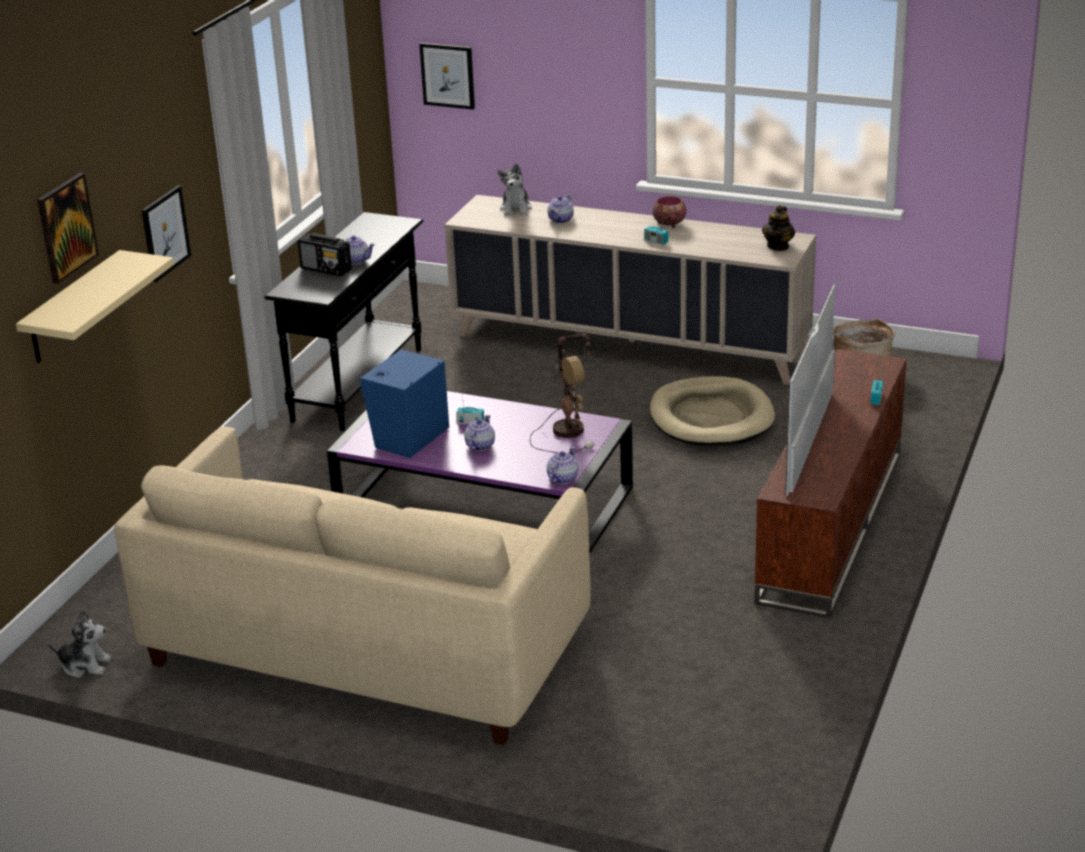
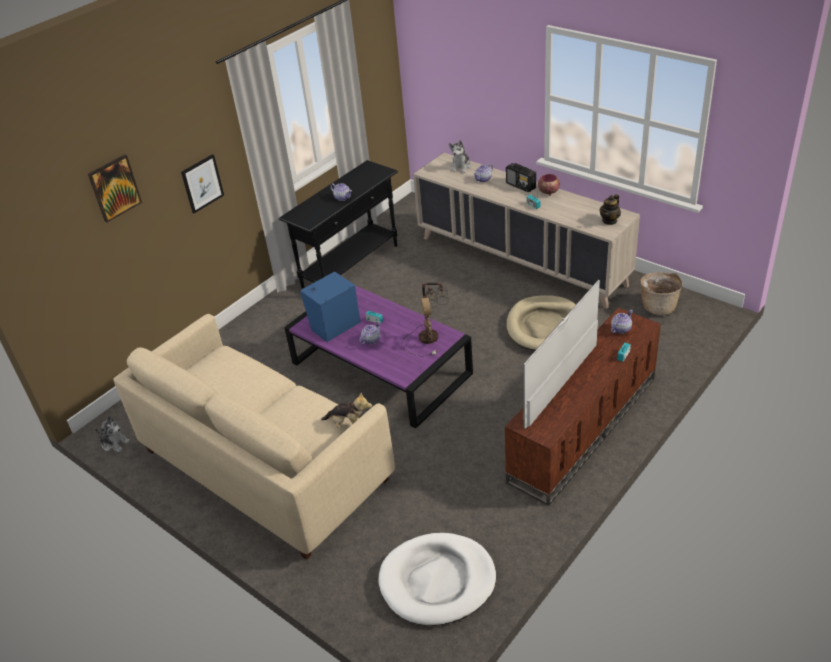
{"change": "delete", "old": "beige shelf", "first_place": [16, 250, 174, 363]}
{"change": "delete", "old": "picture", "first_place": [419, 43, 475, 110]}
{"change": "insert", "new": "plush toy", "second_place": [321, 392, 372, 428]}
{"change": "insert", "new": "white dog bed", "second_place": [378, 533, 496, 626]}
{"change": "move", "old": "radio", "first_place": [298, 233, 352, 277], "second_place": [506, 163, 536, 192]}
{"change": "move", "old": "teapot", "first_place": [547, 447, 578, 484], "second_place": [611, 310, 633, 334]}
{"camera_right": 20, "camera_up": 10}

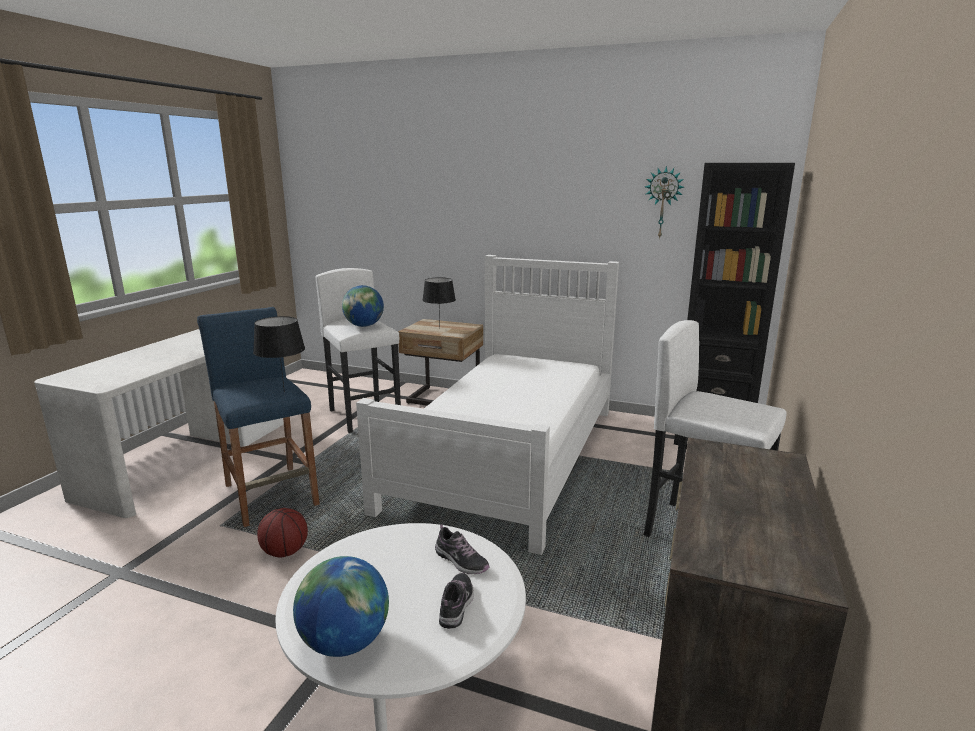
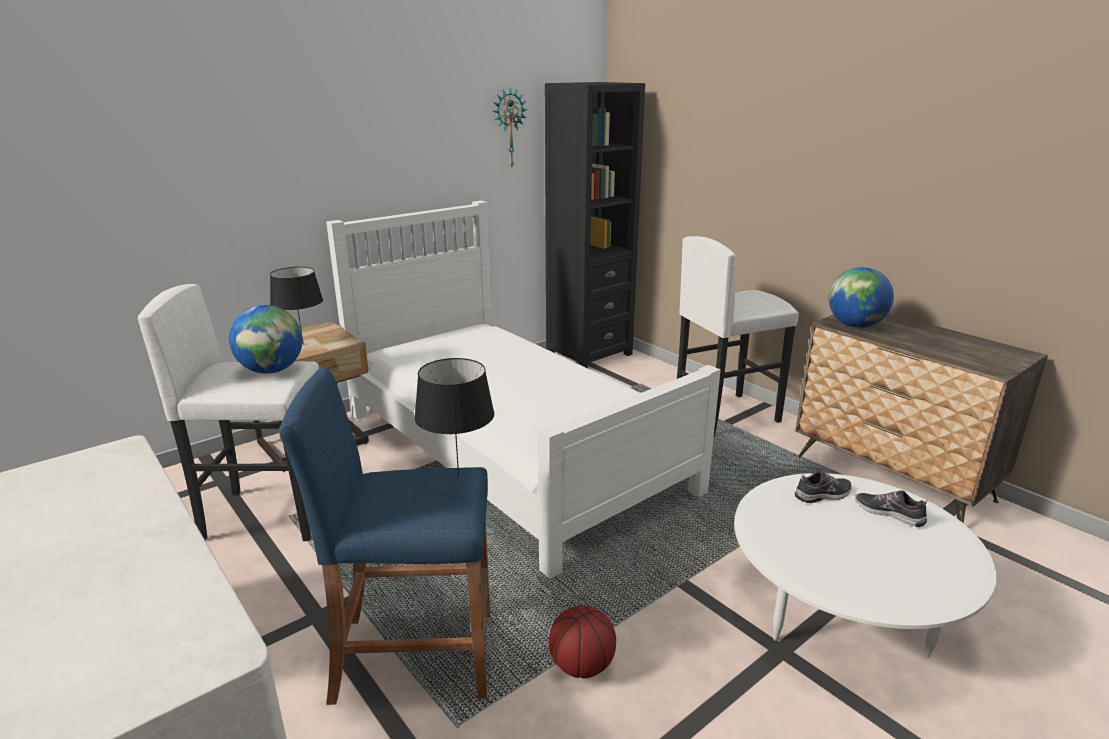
{"change": "move", "old": "globe", "first_place": [293, 556, 389, 657], "second_place": [829, 267, 894, 328]}
{"camera_right": -60, "camera_up": 5}

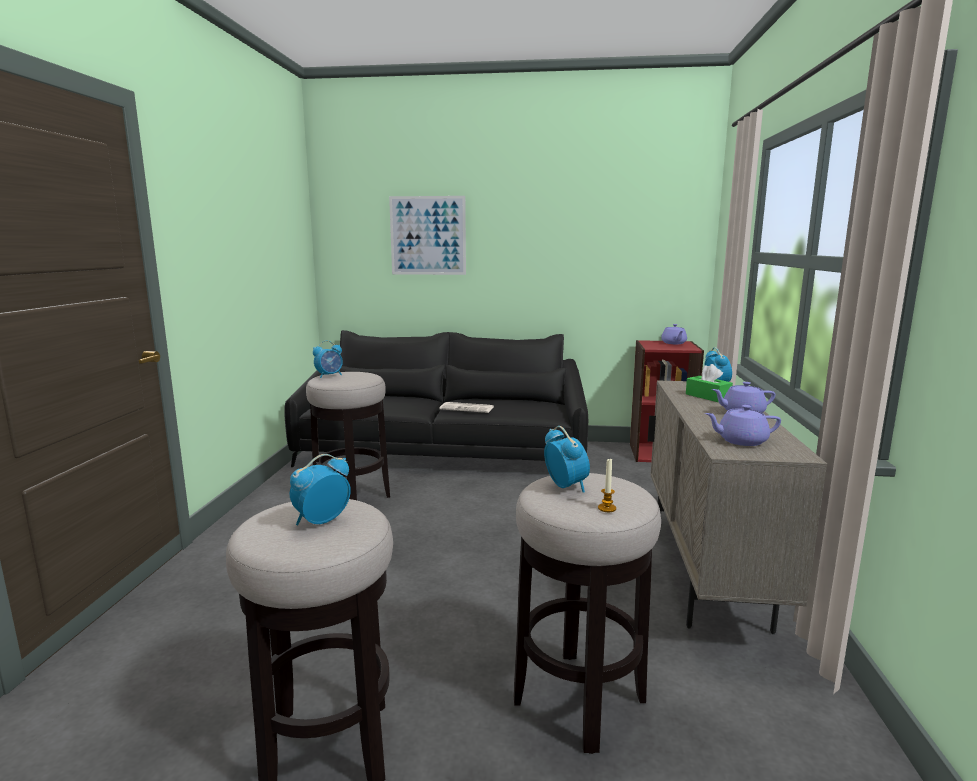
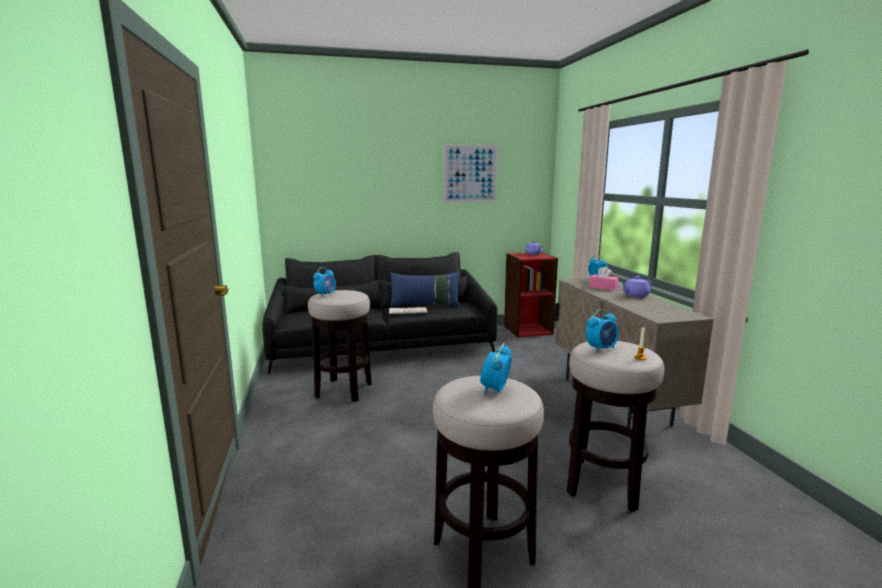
{"change": "delete", "old": "purple teapot", "first_place": [705, 405, 781, 446]}
{"change": "insert", "new": "blue pillow", "second_place": [390, 272, 460, 307]}
{"change": "move", "old": "picture", "first_place": [389, 196, 466, 275], "second_place": [443, 144, 498, 203]}
{"change": "recolor", "old": "green tissue box", "new": "pink tissue box", "first_place": [686, 364, 733, 402], "second_place": [589, 266, 618, 290]}
{"change": "rotate", "old": "alarm clock", "first_place": [544, 426, 590, 493], "second_place": [586, 309, 619, 353], "degrees": 105}
{"camera_right": -20, "camera_up": 0}

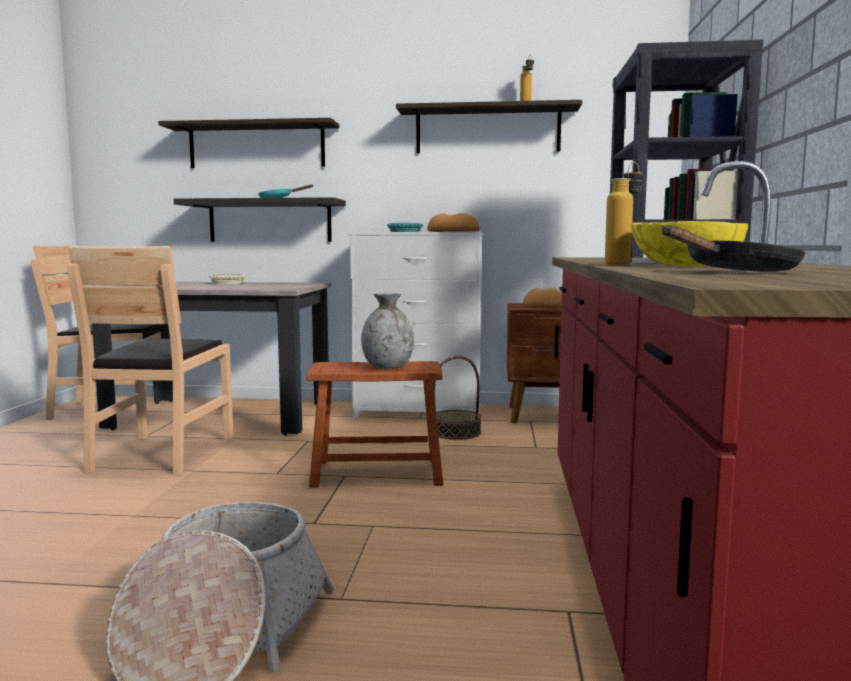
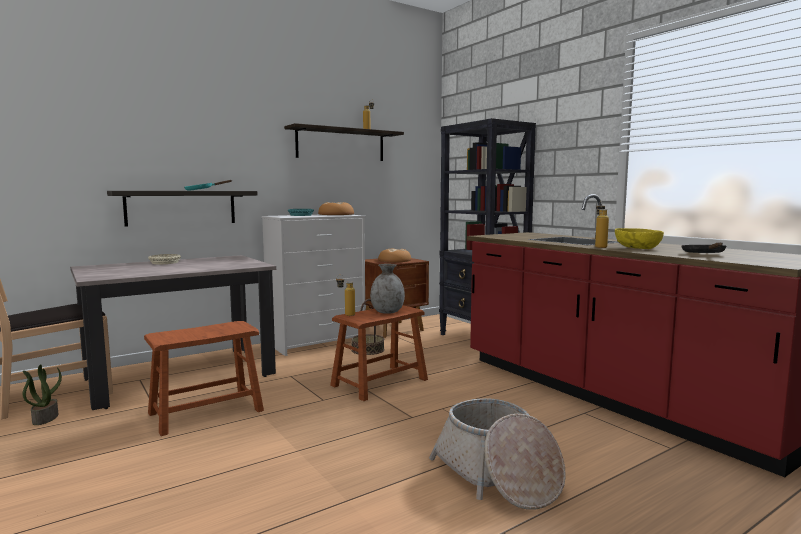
{"change": "delete", "old": "shelf", "first_place": [158, 118, 339, 168]}
{"change": "insert", "new": "potted plant", "second_place": [23, 364, 62, 425]}
{"change": "insert", "new": "bottle", "second_place": [336, 275, 355, 316]}
{"change": "replace", "old": "brown chair", "new": "brown stool", "first_place": [67, 246, 234, 475], "second_place": [144, 321, 264, 436]}
{"camera_right": -40, "camera_up": 0}

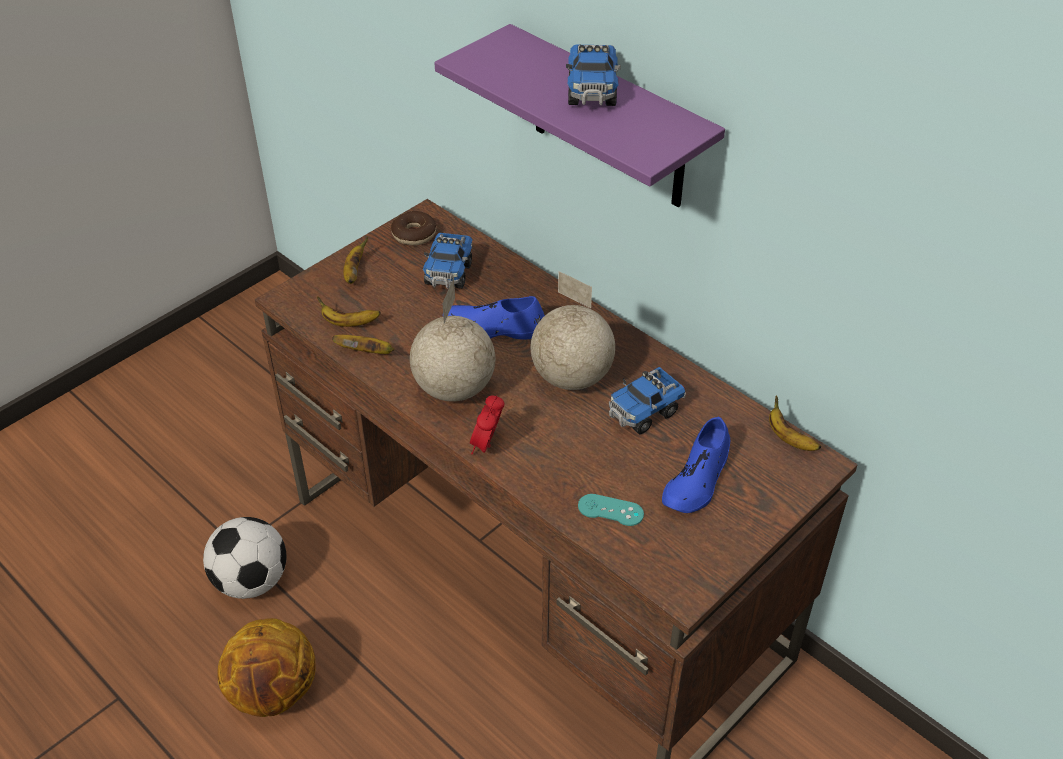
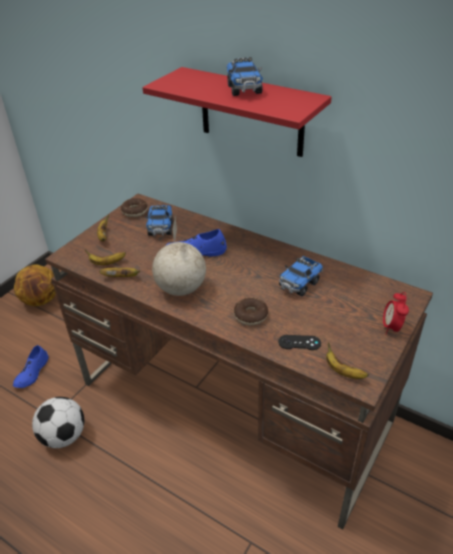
{"change": "delete", "old": "globe", "first_place": [531, 271, 615, 390]}
{"change": "insert", "new": "donut", "second_place": [234, 298, 268, 325]}
{"change": "move", "old": "basketball", "first_place": [217, 618, 316, 717], "second_place": [14, 264, 56, 306]}
{"change": "move", "old": "alarm clock", "first_place": [470, 395, 504, 455], "second_place": [383, 292, 409, 335]}
{"change": "move", "old": "blue shoe", "first_place": [662, 417, 730, 513], "second_place": [13, 345, 48, 388]}
{"change": "move", "old": "banana", "first_place": [769, 396, 821, 451], "second_place": [326, 342, 369, 379]}
{"change": "recolor", "old": "purple shelf", "new": "red shelf", "first_place": [435, 24, 725, 207], "second_place": [142, 67, 332, 157]}
{"change": "recolor", "old": "turquoise game controller", "new": "black game controller", "first_place": [578, 494, 644, 526], "second_place": [278, 335, 321, 350]}
{"camera_right": -10, "camera_up": -5}

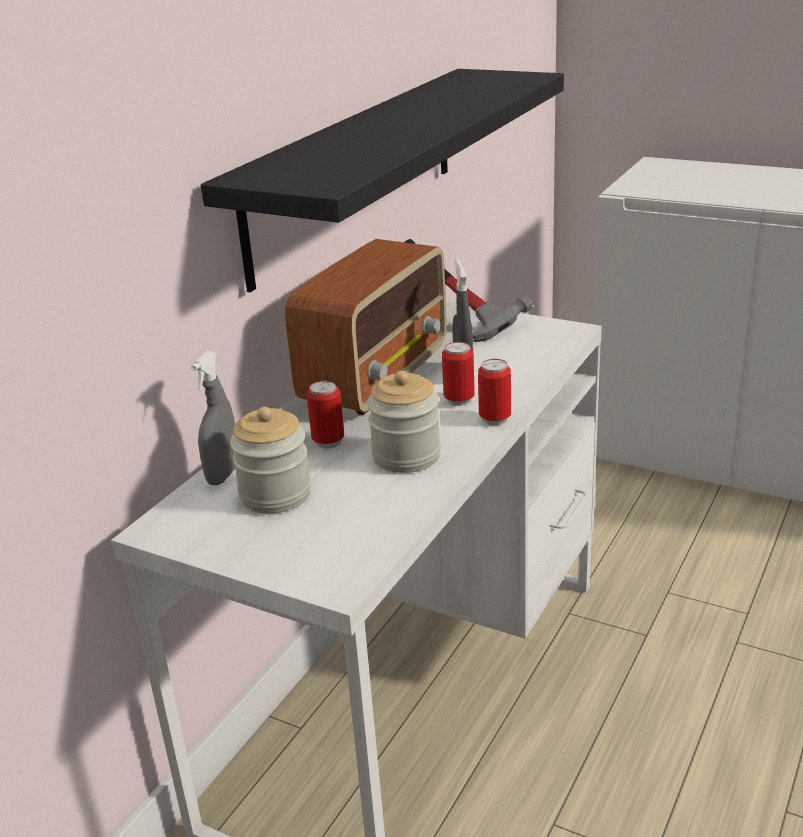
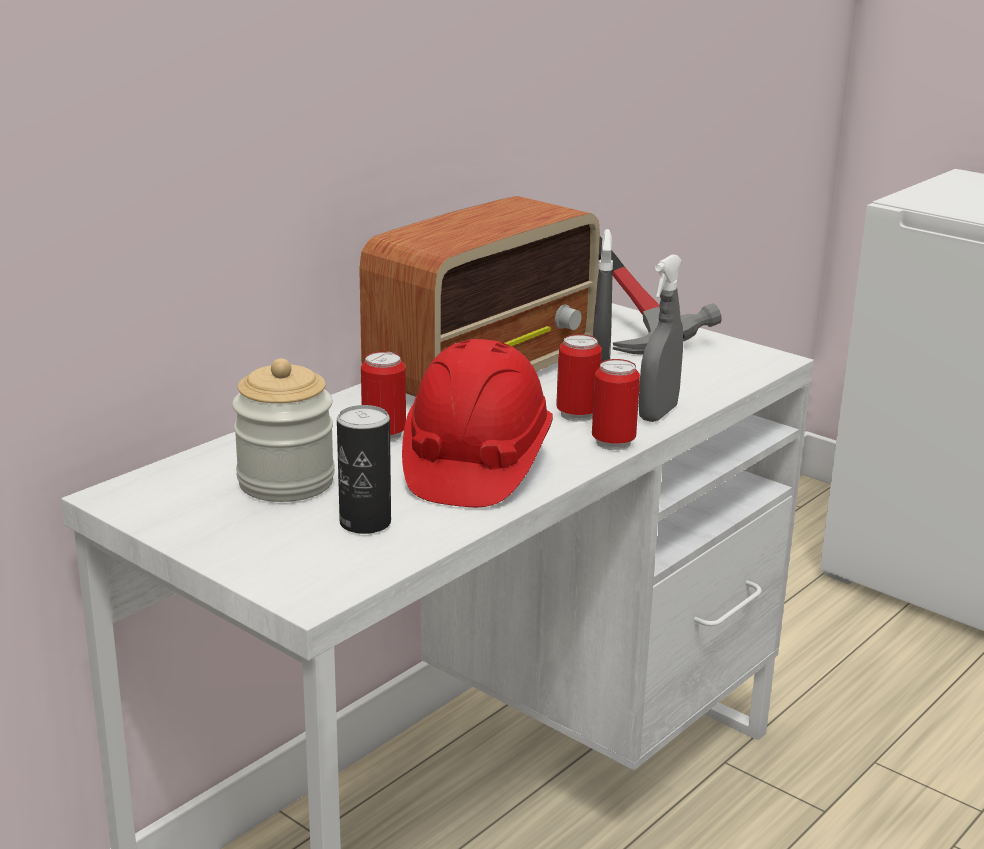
{"change": "delete", "old": "black shelf", "first_place": [201, 69, 564, 292]}
{"change": "insert", "new": "can", "second_place": [337, 405, 391, 534]}
{"change": "move", "old": "grey spray bottle", "first_place": [191, 351, 235, 485], "second_place": [639, 254, 683, 422]}
{"change": "replace", "old": "jar", "new": "red hard hat", "first_place": [367, 371, 441, 473], "second_place": [402, 339, 553, 507]}
{"camera_right": 10, "camera_up": -5}

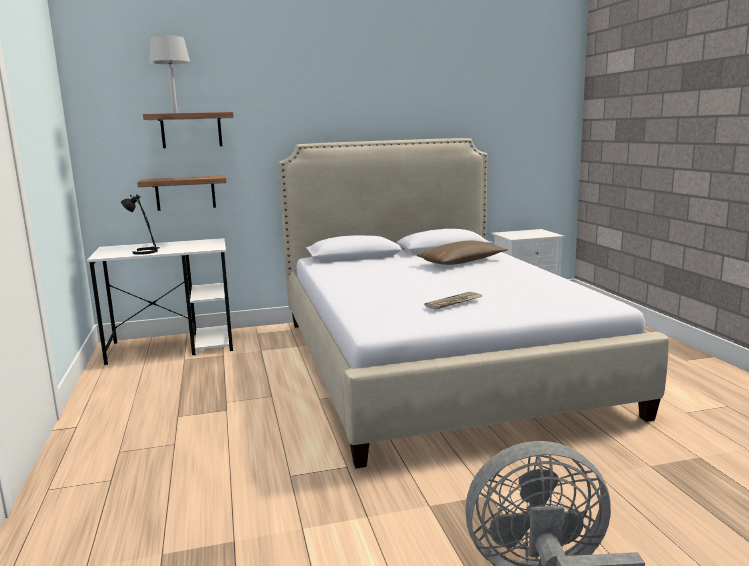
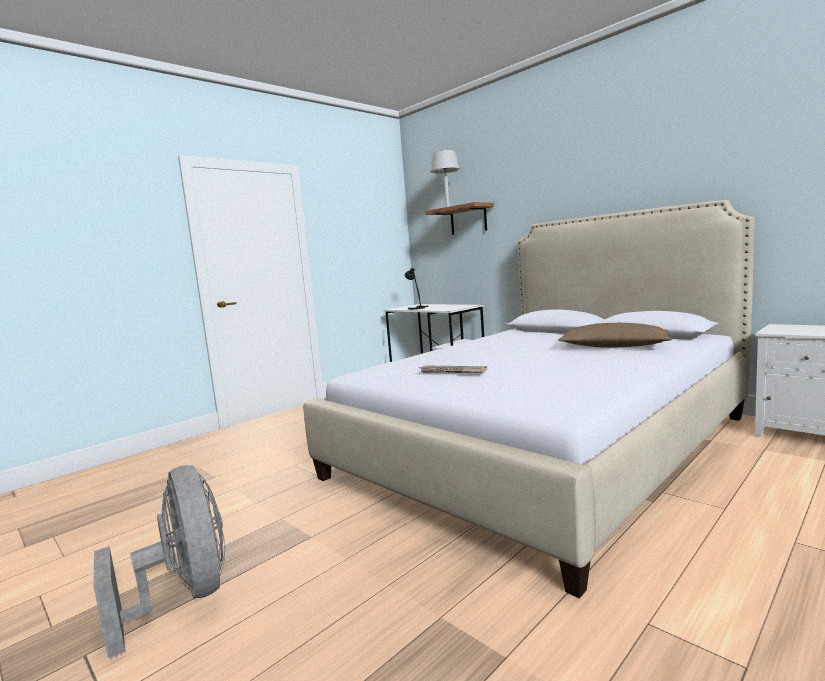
{"change": "delete", "old": "shelf", "first_place": [137, 175, 227, 211]}
{"camera_right": 60, "camera_up": -5}

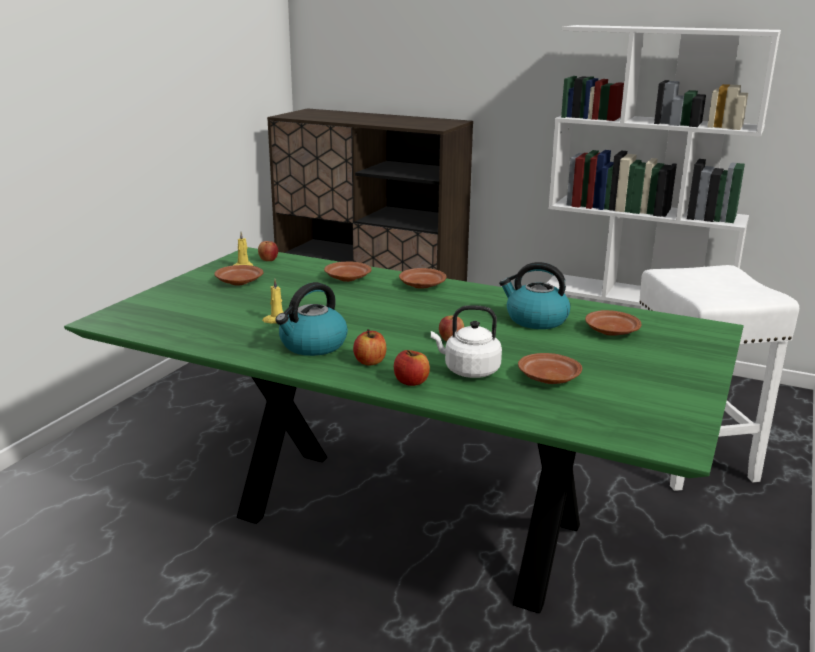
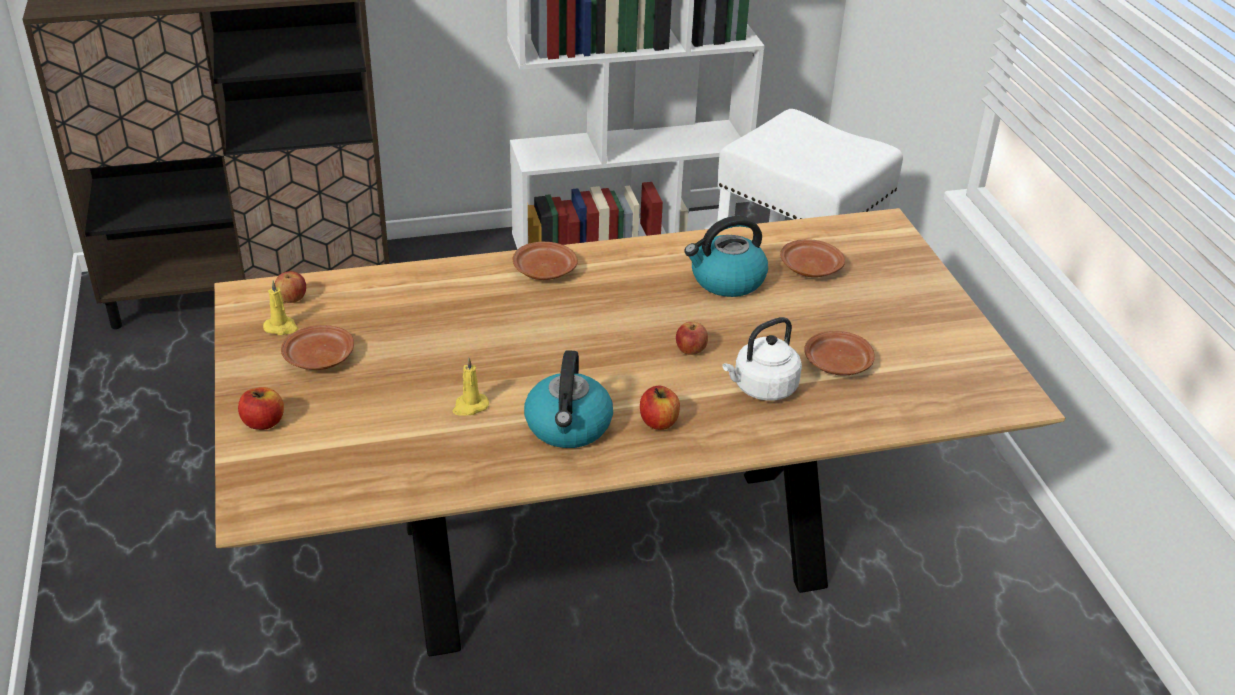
{"change": "delete", "old": "brown plate", "first_place": [324, 262, 372, 282]}
{"change": "move", "old": "apple", "first_place": [394, 350, 430, 386], "second_place": [238, 387, 284, 430]}
{"change": "recolor", "old": "green dining table", "new": "brown dining table", "first_place": [64, 247, 744, 613], "second_place": [214, 208, 1065, 656]}
{"camera_right": -40, "camera_up": 15}

